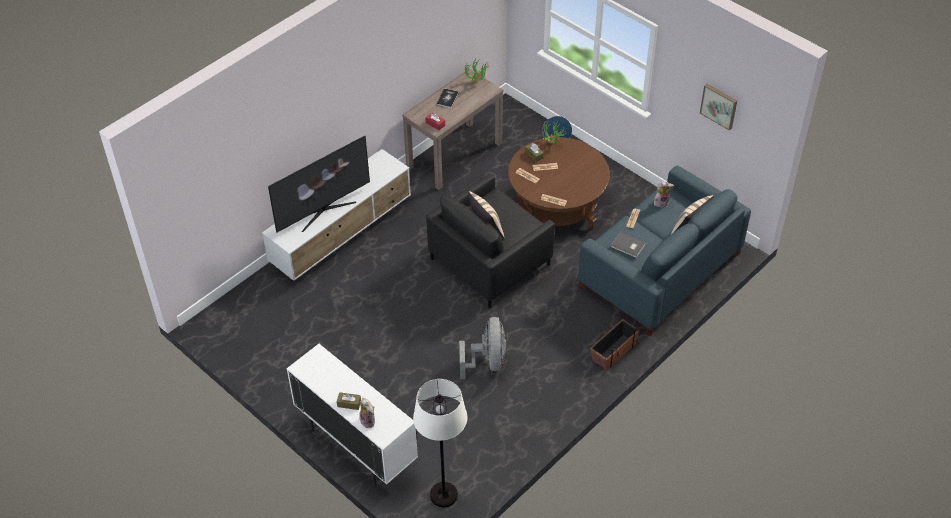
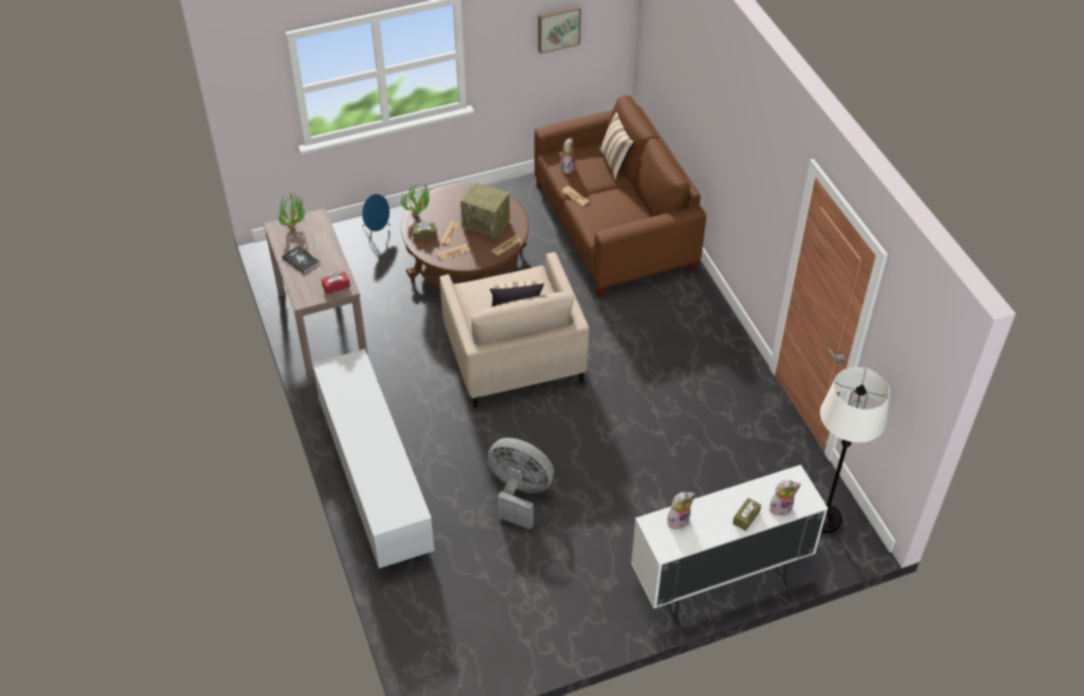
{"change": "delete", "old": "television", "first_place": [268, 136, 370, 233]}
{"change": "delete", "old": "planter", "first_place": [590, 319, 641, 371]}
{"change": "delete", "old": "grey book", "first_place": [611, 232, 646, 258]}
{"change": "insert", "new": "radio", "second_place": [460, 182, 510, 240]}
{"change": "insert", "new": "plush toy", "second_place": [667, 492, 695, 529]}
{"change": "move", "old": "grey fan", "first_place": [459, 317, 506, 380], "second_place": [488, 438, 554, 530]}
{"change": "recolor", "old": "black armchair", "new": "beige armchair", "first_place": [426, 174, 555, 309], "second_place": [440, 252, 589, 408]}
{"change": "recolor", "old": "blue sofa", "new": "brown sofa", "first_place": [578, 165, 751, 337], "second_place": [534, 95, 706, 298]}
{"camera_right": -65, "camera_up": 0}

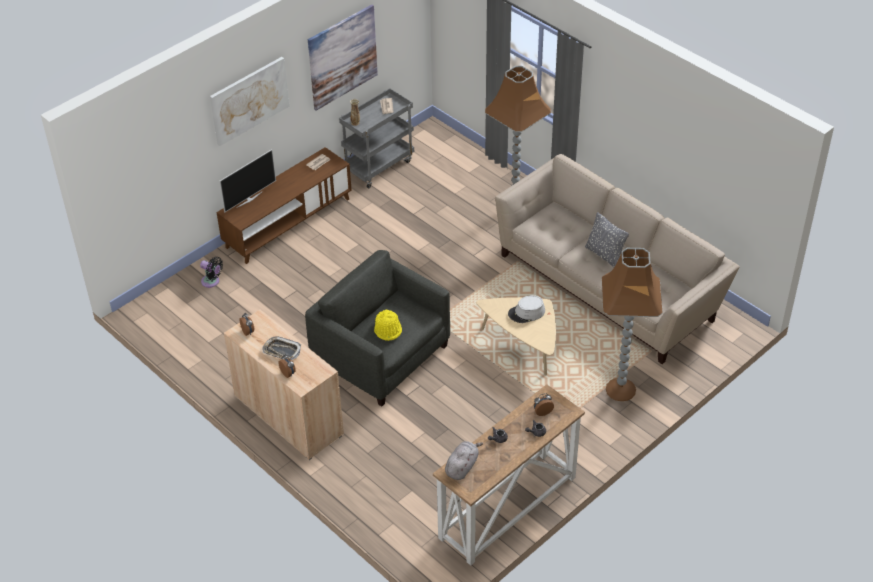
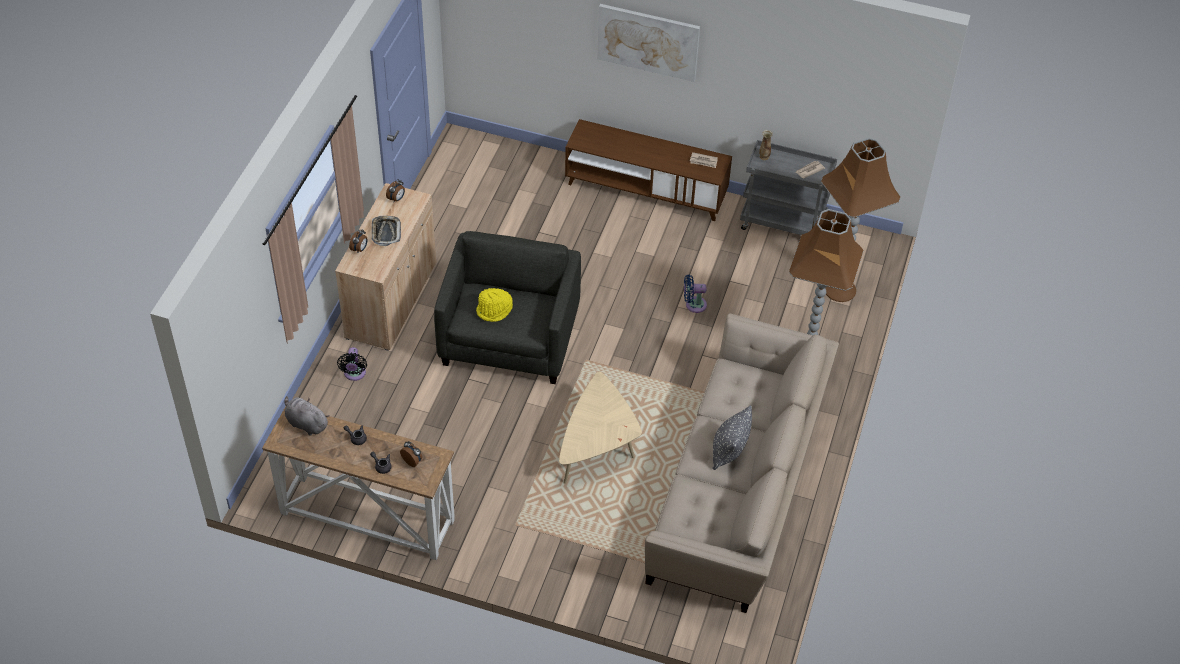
{"change": "delete", "old": "television", "first_place": [219, 149, 276, 212]}
{"change": "delete", "old": "picture", "first_place": [308, 4, 378, 111]}
{"change": "delete", "old": "grey hat", "first_place": [508, 295, 545, 323]}
{"change": "insert", "new": "blue fan", "second_place": [684, 275, 707, 313]}
{"change": "move", "old": "black fan", "first_place": [200, 257, 223, 288], "second_place": [337, 347, 367, 381]}
{"change": "move", "old": "brown floor lamp", "first_place": [602, 248, 663, 401], "second_place": [821, 138, 900, 302]}
{"change": "rotate", "old": "grey plush toy", "first_place": [445, 441, 483, 480], "second_place": [285, 396, 329, 435], "degrees": -150}
{"camera_right": 60, "camera_up": 5}

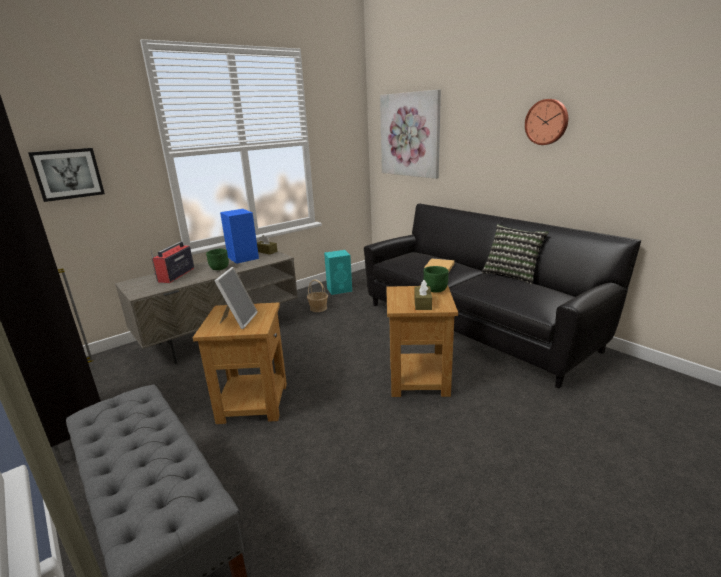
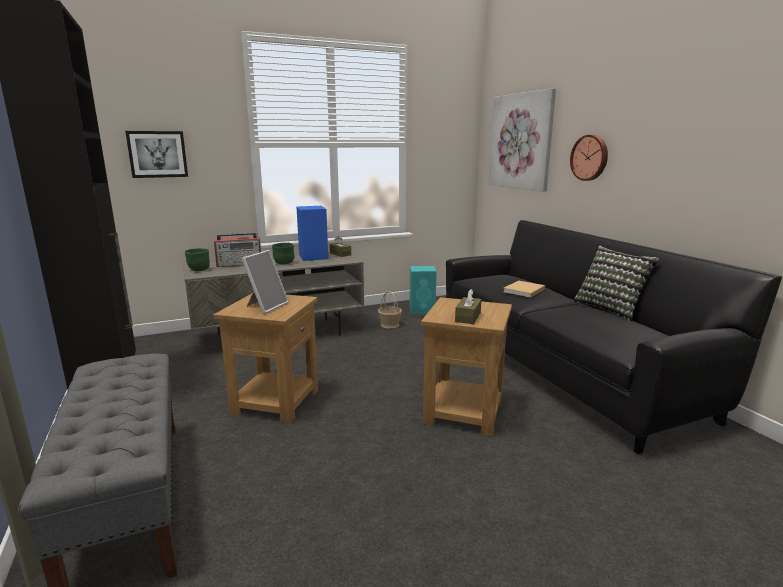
{"change": "move", "old": "green bowl", "first_place": [423, 266, 449, 293], "second_place": [185, 248, 210, 271]}
{"change": "move", "old": "wall clock", "first_place": [525, 99, 568, 145], "second_place": [570, 135, 608, 181]}
{"change": "rotate", "old": "radio", "first_place": [151, 242, 194, 283], "second_place": [214, 232, 261, 267], "degrees": -135}
{"camera_right": 15, "camera_up": -5}

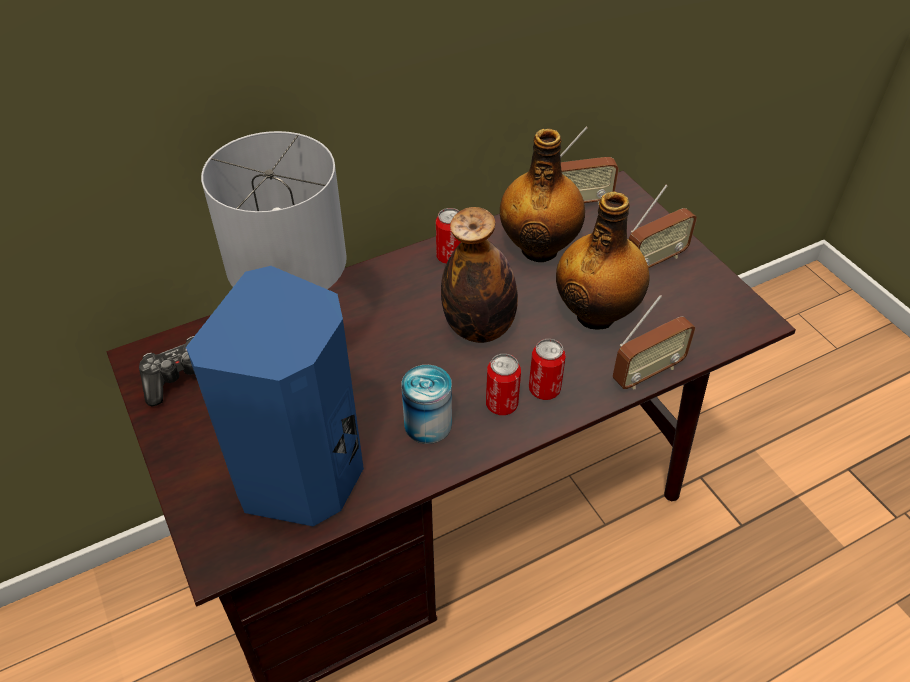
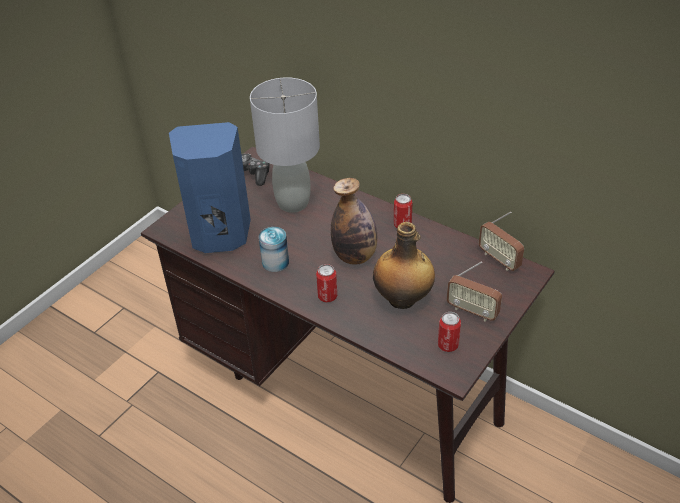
{"change": "delete", "old": "bottle", "first_place": [500, 129, 585, 262]}
{"change": "delete", "old": "radio", "first_place": [613, 295, 695, 389]}
{"change": "move", "old": "can", "first_place": [486, 354, 521, 415], "second_place": [438, 312, 461, 352]}
{"camera_right": 65, "camera_up": -5}

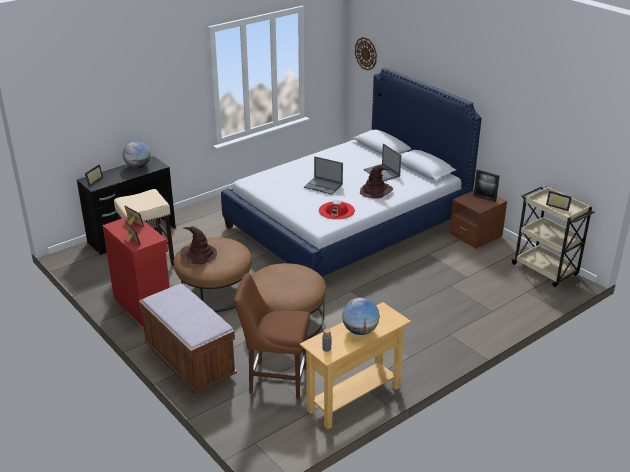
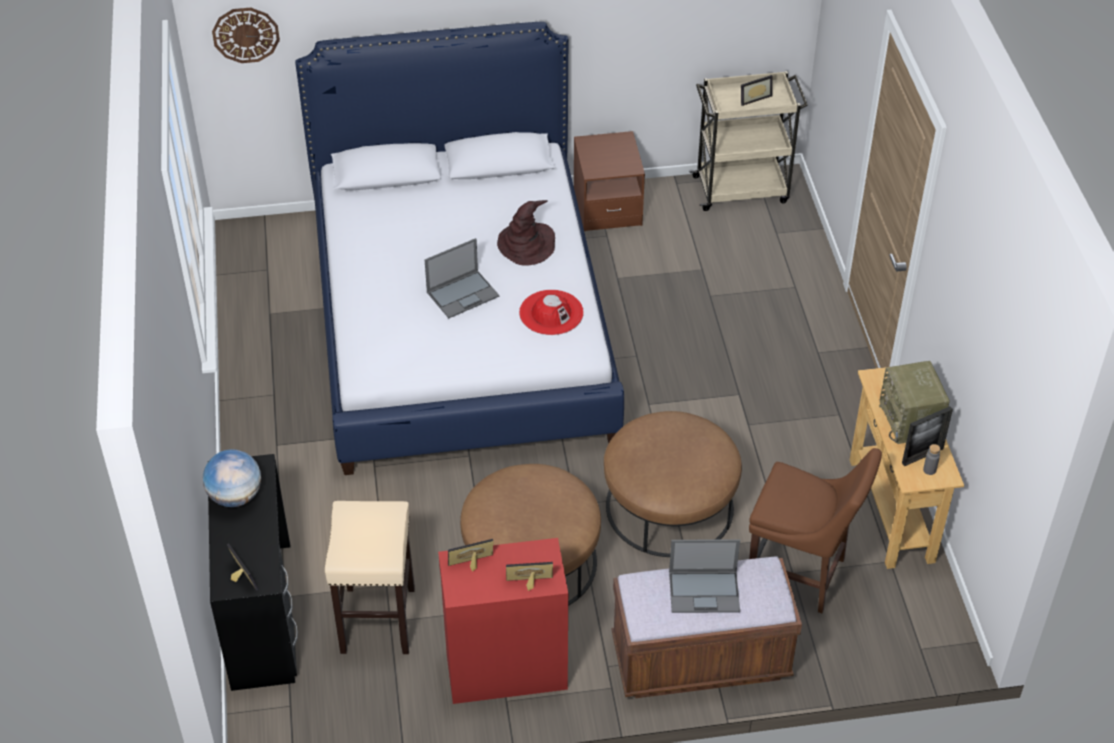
{"change": "delete", "old": "brown hat", "first_place": [180, 226, 217, 264]}
{"change": "move", "old": "laptop", "first_place": [364, 143, 401, 181], "second_place": [669, 539, 740, 613]}
{"change": "move", "old": "picture frame", "first_place": [474, 170, 500, 202], "second_place": [902, 406, 953, 466]}
{"change": "replace", "old": "globe", "new": "radio", "first_place": [342, 298, 380, 335], "second_place": [879, 361, 950, 444]}
{"change": "rotate", "old": "brown chair", "first_place": [234, 273, 310, 399], "second_place": [749, 448, 882, 613], "degrees": -105}
{"camera_right": -60, "camera_up": 15}

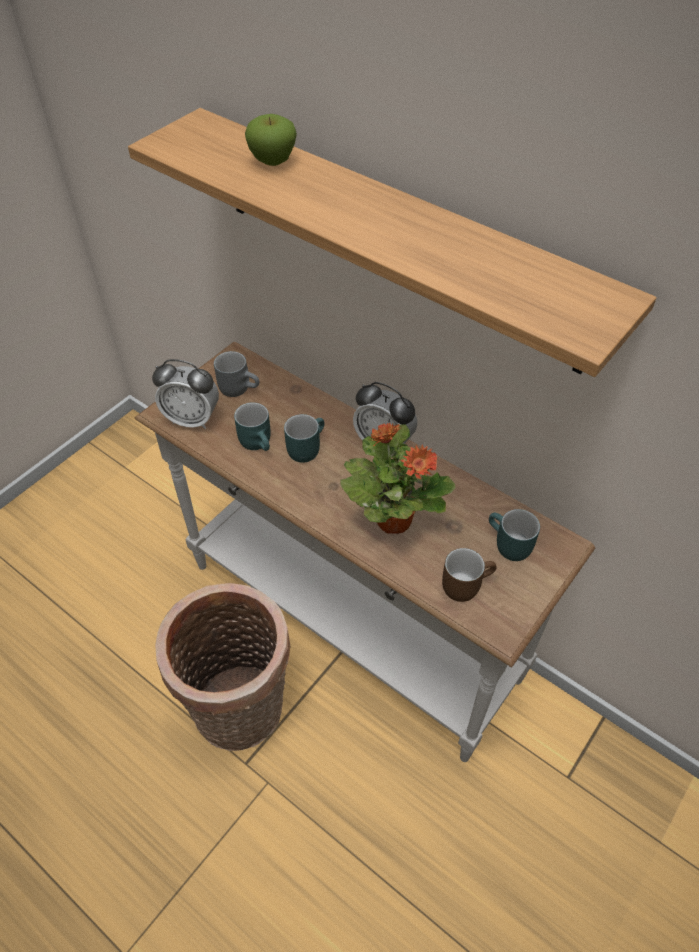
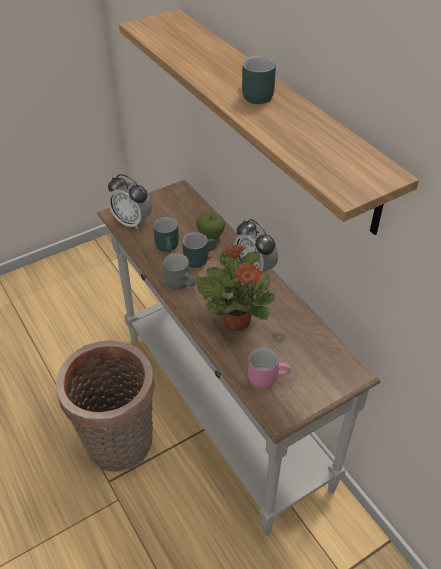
{"change": "move", "old": "grey mug", "first_place": [214, 351, 259, 397], "second_place": [163, 253, 195, 290]}
{"change": "move", "old": "apple", "first_place": [245, 114, 297, 166], "second_place": [196, 213, 226, 240]}
{"change": "move", "old": "turquoise mug", "first_place": [489, 509, 540, 561], "second_place": [242, 56, 276, 104]}
{"change": "recolor", "old": "brown mug", "new": "pink mug", "first_place": [442, 548, 497, 602], "second_place": [248, 347, 291, 389]}
{"camera_right": 20, "camera_up": -5}

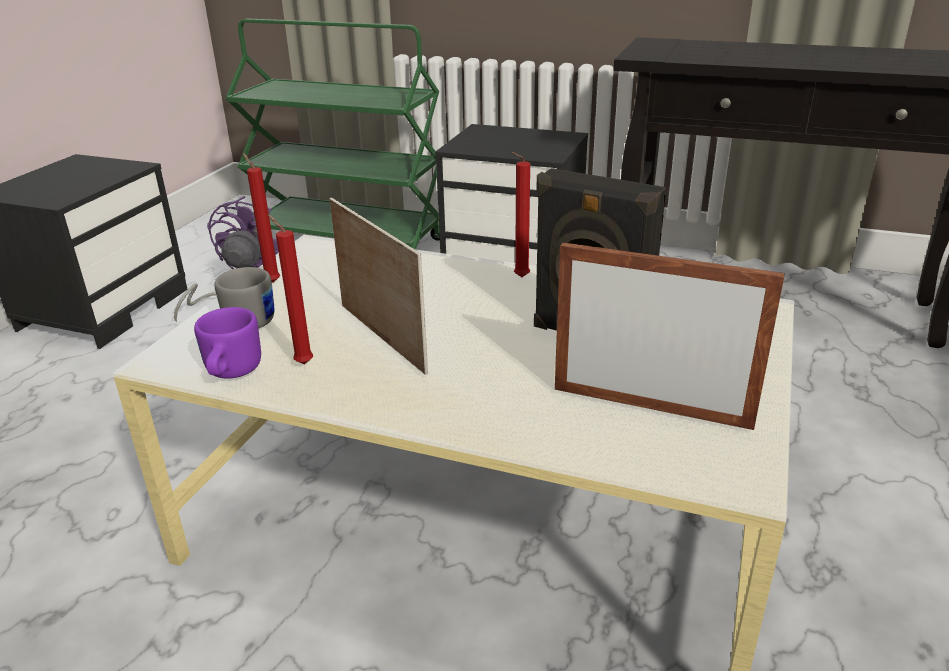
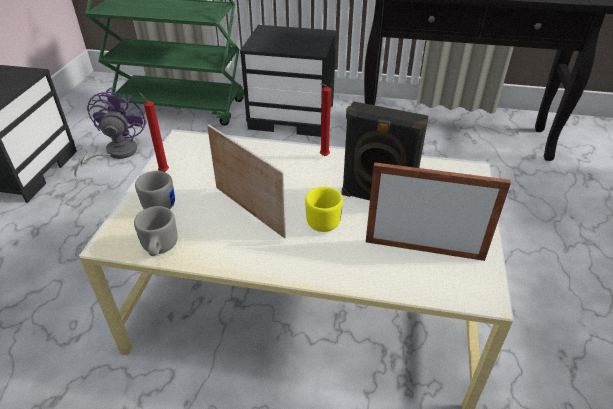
{"change": "delete", "old": "red candle", "first_place": [267, 214, 313, 364]}
{"change": "insert", "new": "yellow mug", "second_place": [305, 187, 343, 232]}
{"change": "recolor", "old": "purple mug", "new": "grey mug", "first_place": [194, 307, 261, 379], "second_place": [134, 206, 178, 256]}
{"camera_right": -10, "camera_up": 10}

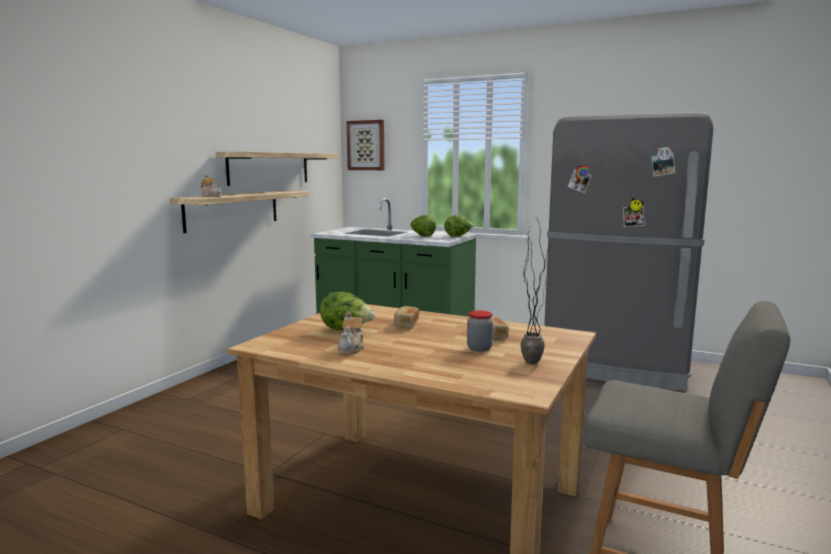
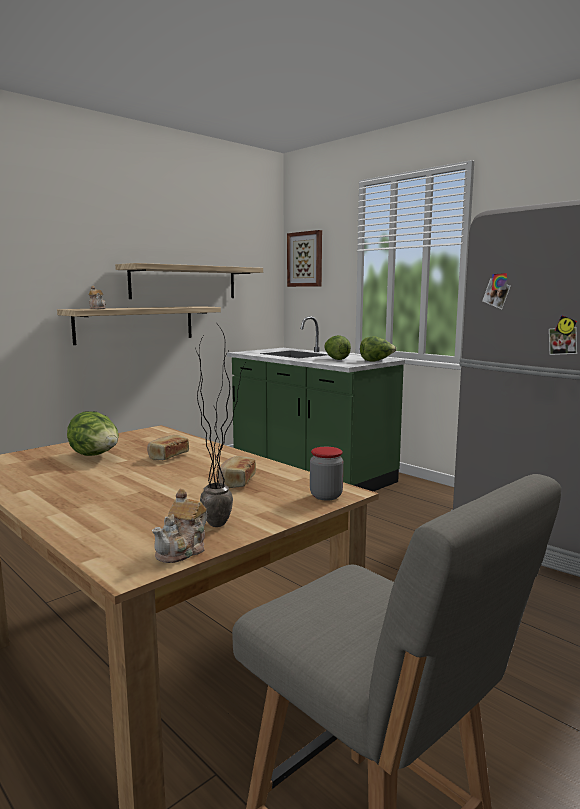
{"change": "move", "old": "teapot", "first_place": [338, 311, 365, 354], "second_place": [152, 489, 207, 563]}
{"change": "move", "old": "jar", "first_place": [467, 310, 493, 352], "second_place": [310, 447, 343, 501]}
{"camera_right": 20, "camera_up": 0}

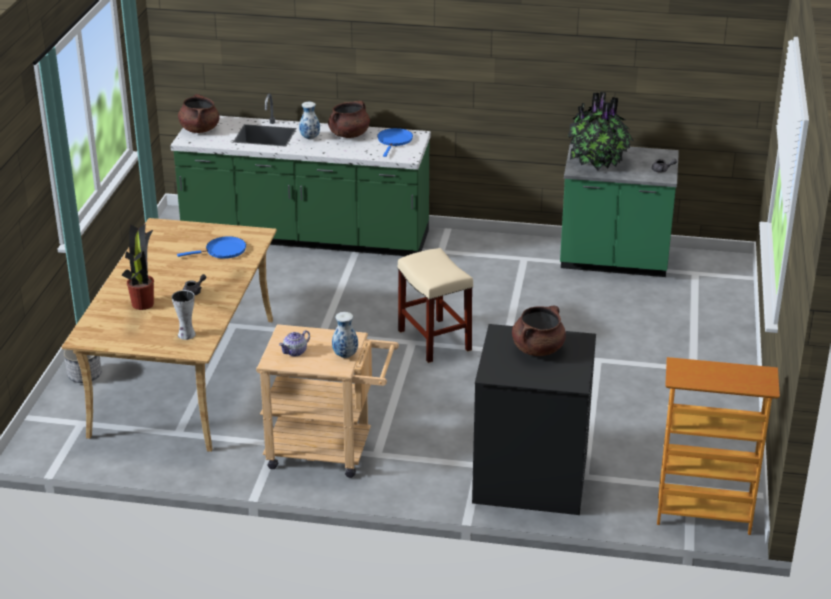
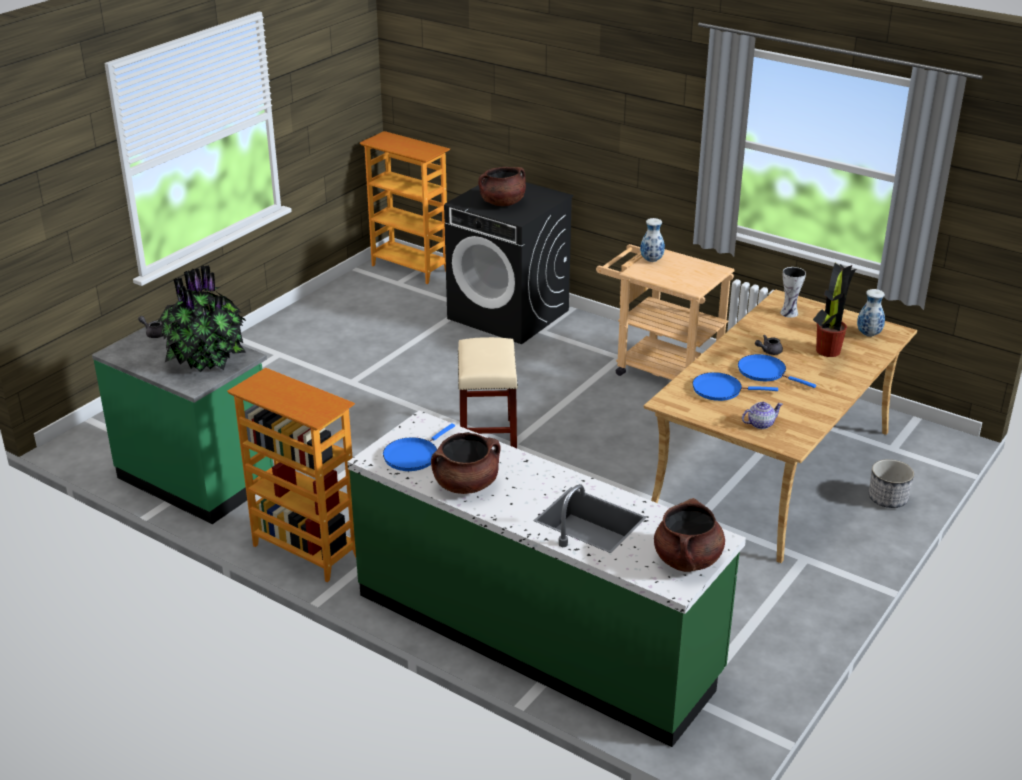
{"change": "insert", "new": "bookcase", "second_place": [227, 368, 356, 582]}
{"change": "insert", "new": "blue frying pan", "second_place": [738, 354, 816, 388]}
{"change": "move", "old": "teapot", "first_place": [279, 330, 310, 356], "second_place": [742, 402, 783, 429]}
{"change": "move", "old": "vase", "first_place": [299, 102, 320, 139], "second_place": [857, 289, 885, 337]}
{"camera_right": -155, "camera_up": 0}

